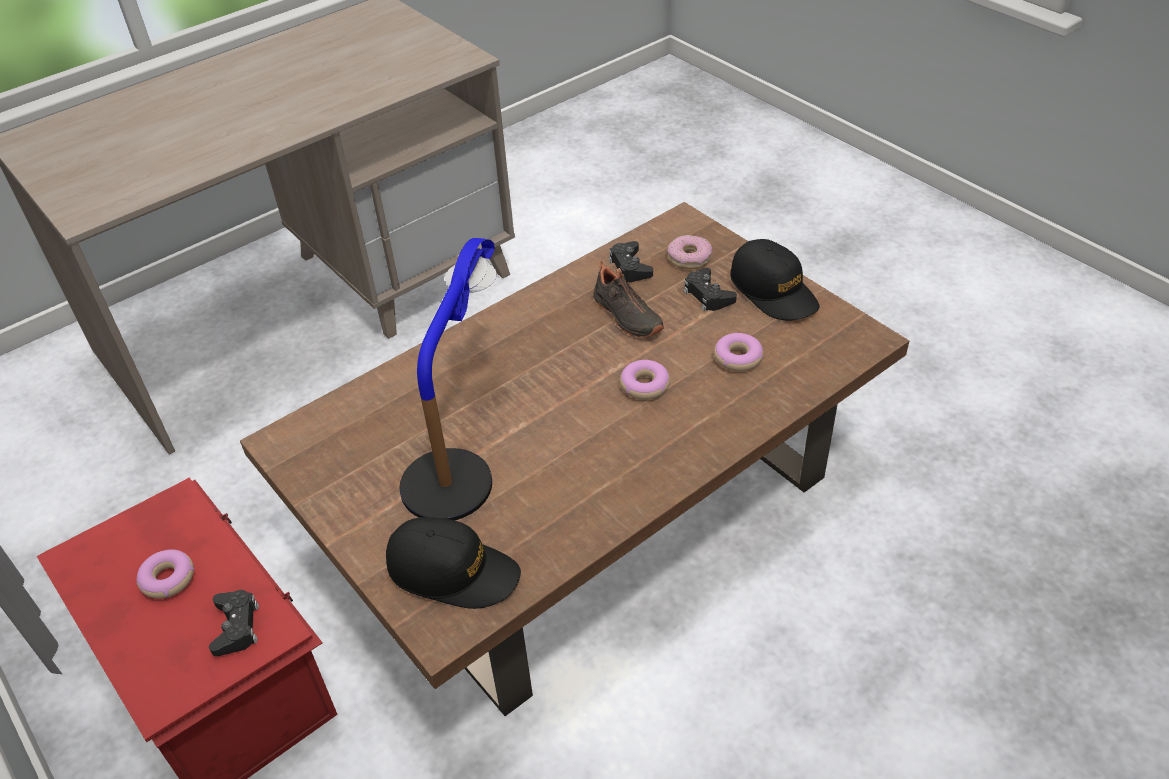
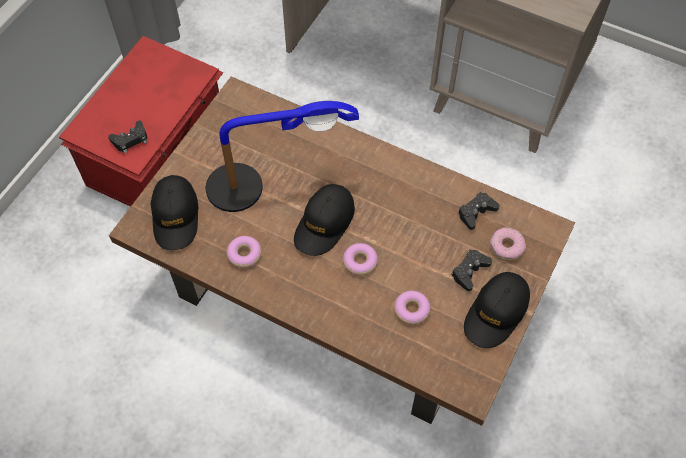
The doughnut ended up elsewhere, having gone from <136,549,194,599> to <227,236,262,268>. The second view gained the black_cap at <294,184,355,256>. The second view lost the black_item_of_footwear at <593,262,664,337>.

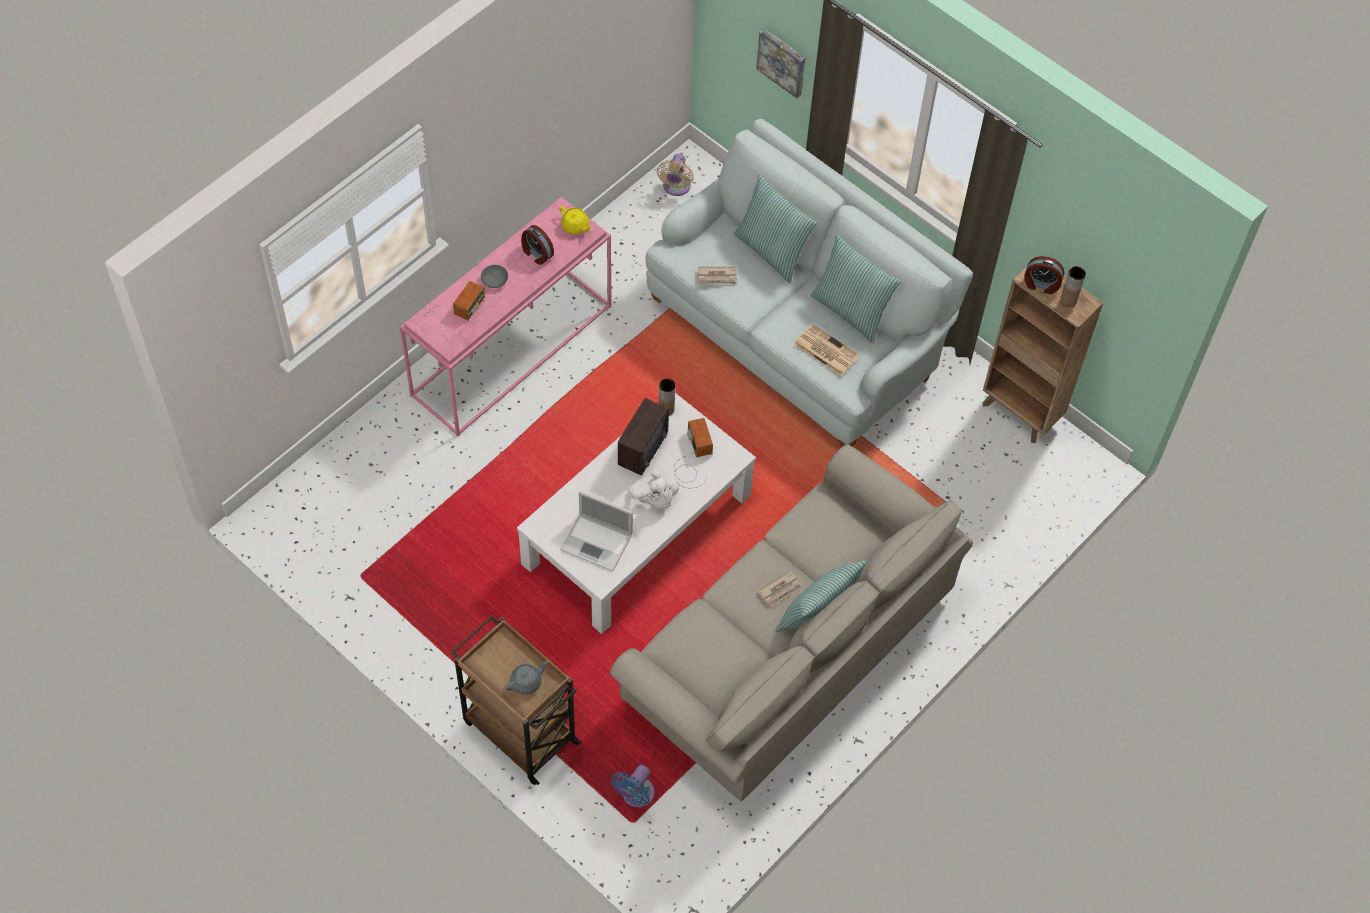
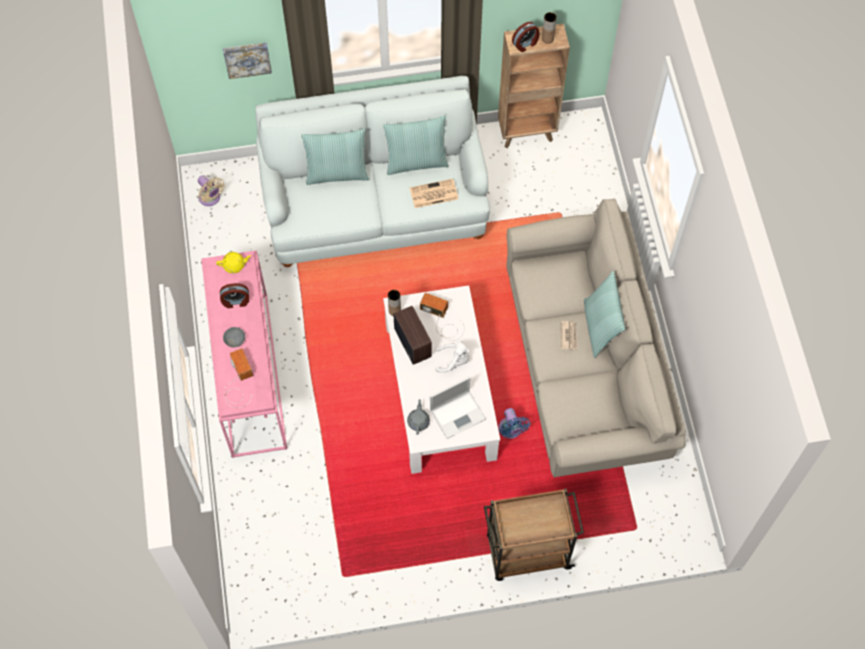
The grey_teapot ended up elsewhere, having gone from <505,661,549,695> to <407,399,430,435>. The blue_electric_fan ended up elsewhere, having gone from <611,765,655,807> to <498,408,530,439>. The second view lost the printed_paper at <698,267,738,285>.

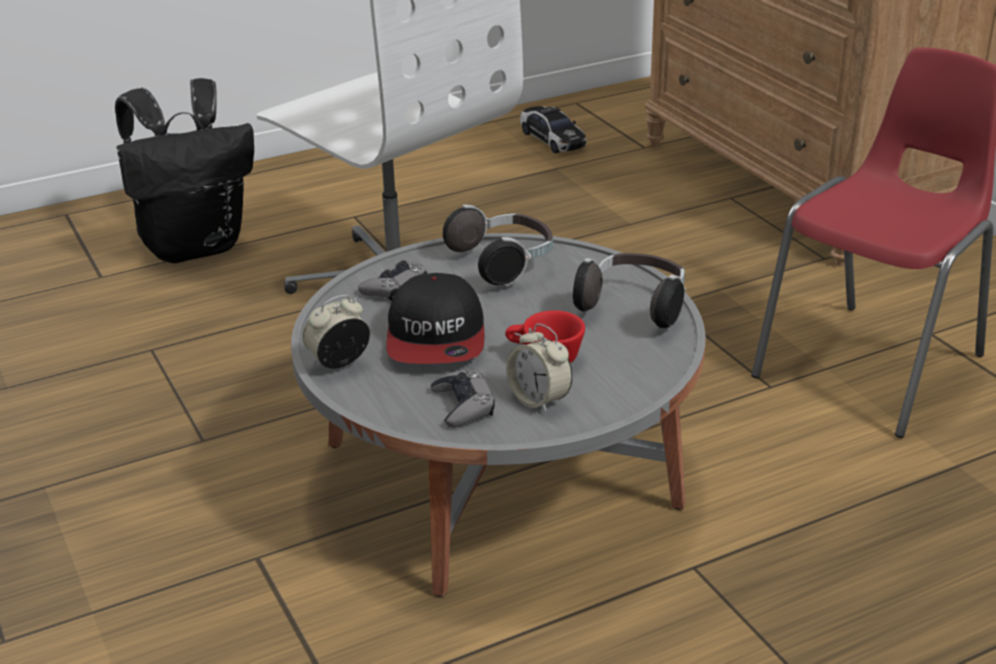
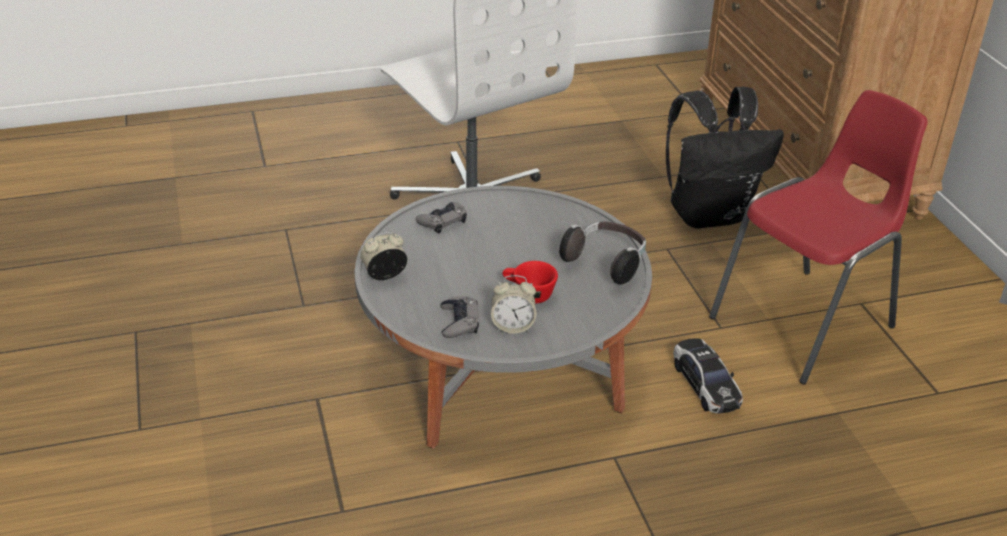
The table_clock at <506,323,573,414> ended up facing another way, 60 degrees counterclockwise from before. The black_knapsack ended up elsewhere, having gone from <115,78,254,263> to <666,87,784,229>. The miniature_car ended up elsewhere, having gone from <520,106,587,153> to <673,338,743,414>. The second view lost the cap at <386,273,484,364>. The second view lost the headset at <443,204,553,287>.

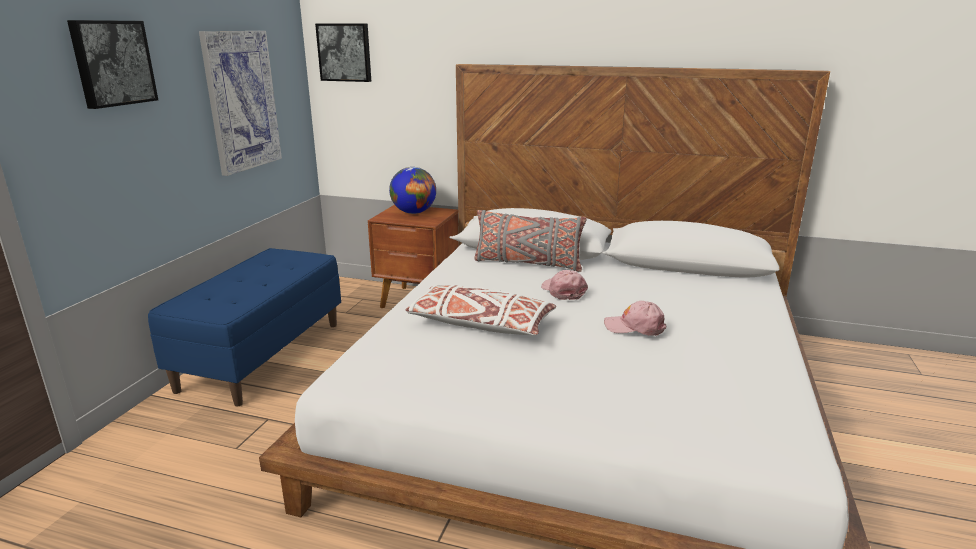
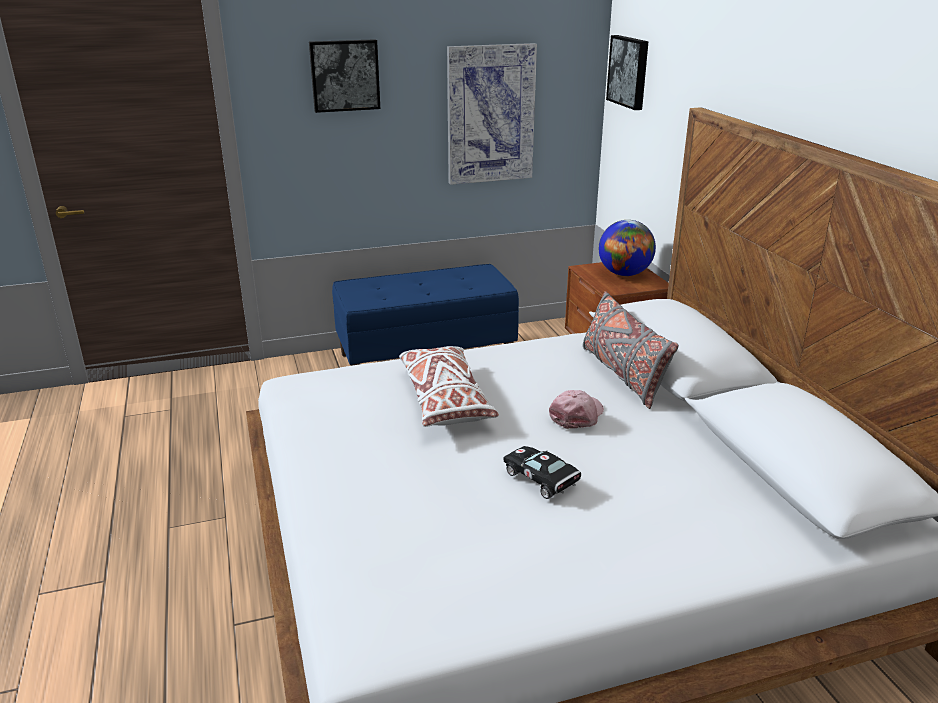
Where the pinkish_cap stood at <604,301,666,336>, the black_miniature_car came to stand at <503,446,581,499>.

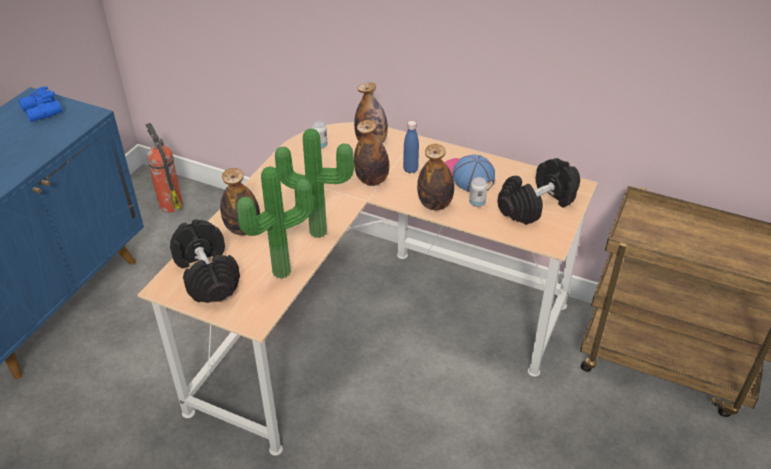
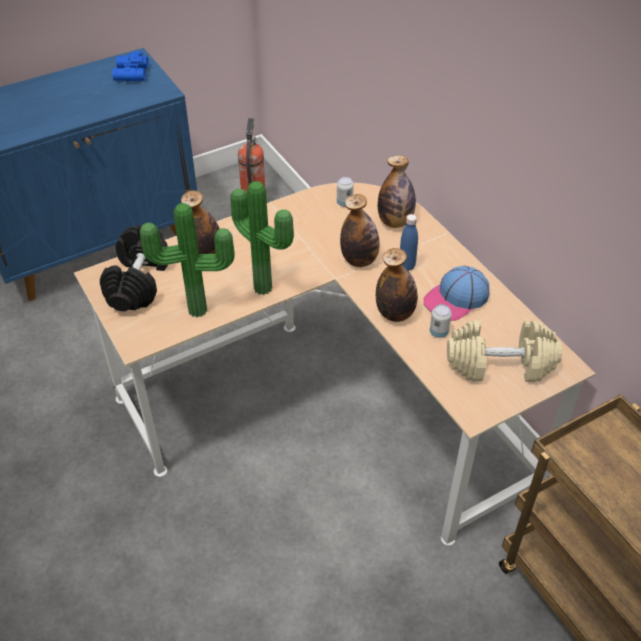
The cap at <445,154,495,192> ended up facing another way, 120 degrees counterclockwise from before. What was the black_free_weight at <498,158,580,225> turned into the beige-coloured_free_weight at <447,321,562,382>.

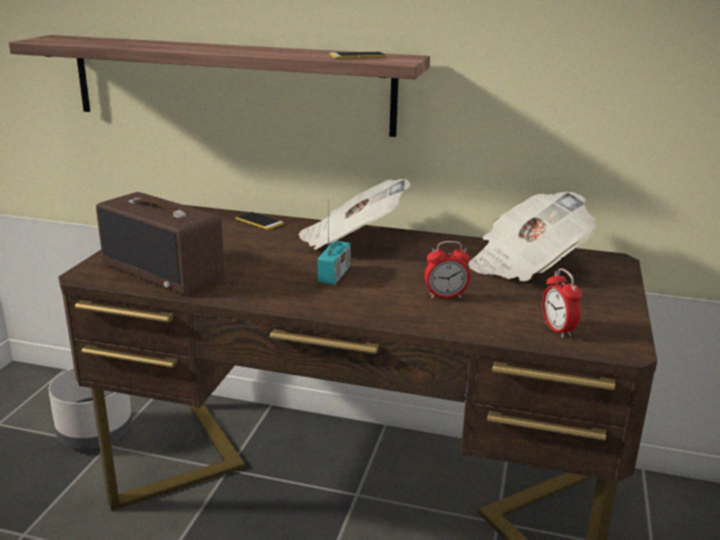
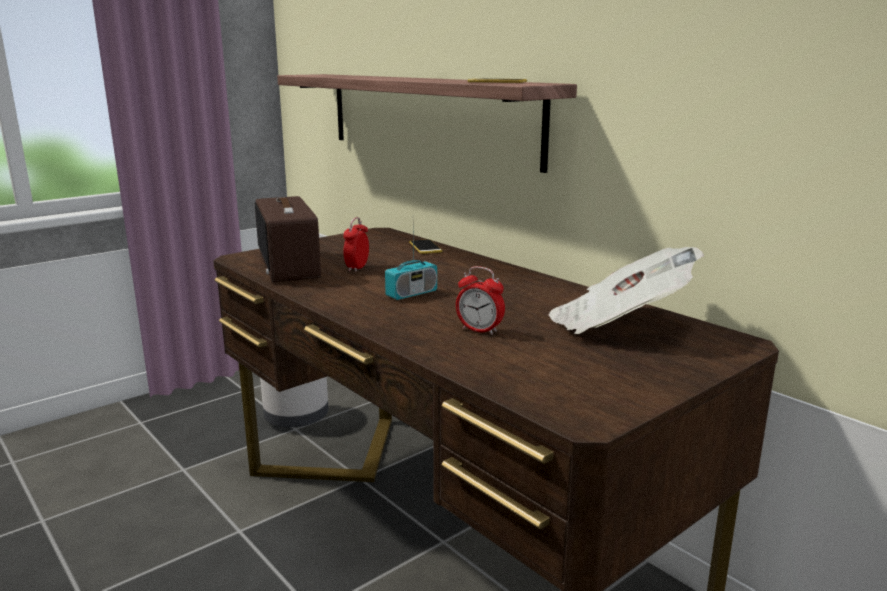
The table_clock ended up elsewhere, having gone from <542,268,582,338> to <343,217,369,272>. The second view lost the printed_paper at <298,179,411,250>.

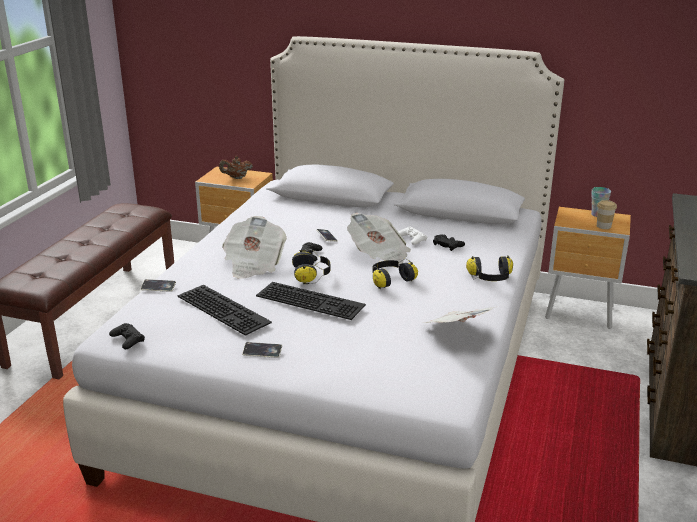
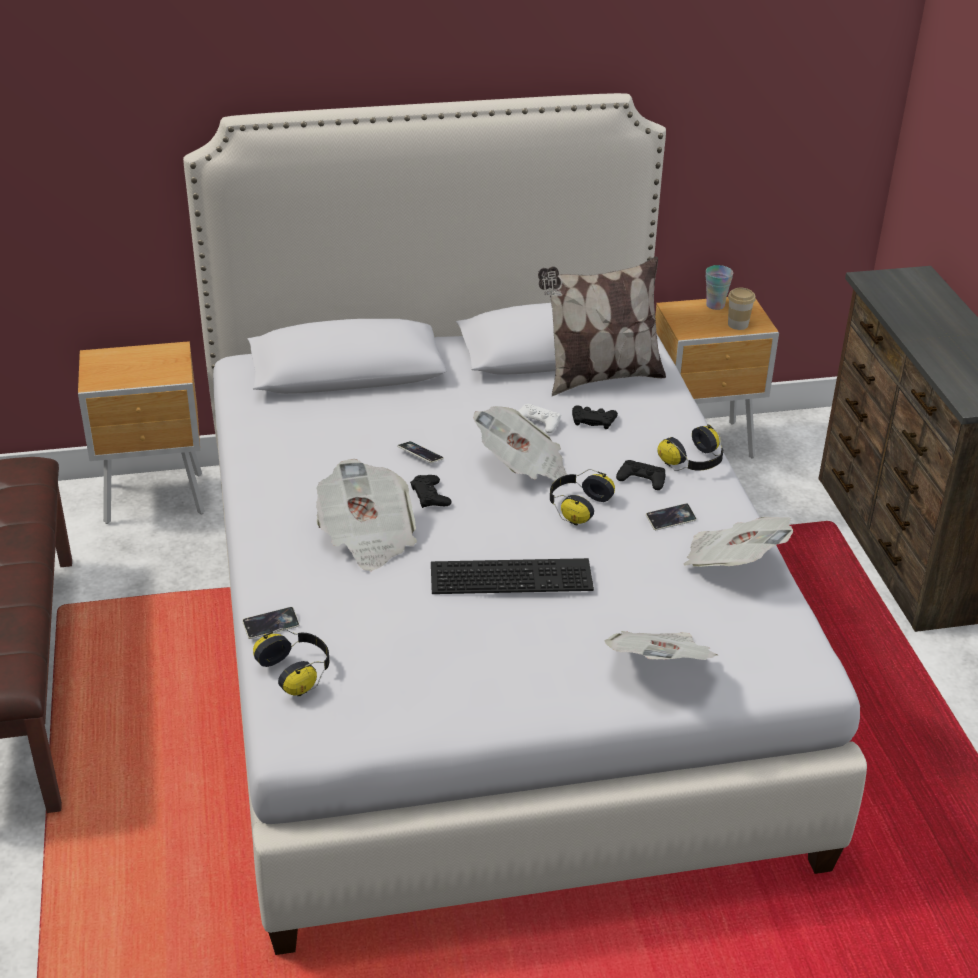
The headset ended up elsewhere, having gone from <292,250,330,284> to <253,628,329,696>. The second view gained the throw_pillow at <538,257,666,396>. The second view gained the printed_paper at <604,631,718,660>. The black_joypad ended up elsewhere, having gone from <109,323,145,349> to <616,460,665,490>. The handset ended up elsewhere, having gone from <242,342,282,358> to <646,503,697,530>. The second view lost the PC_keyboard at <178,285,272,336>. The second view lost the brown-coloured_teapot at <219,156,253,179>.

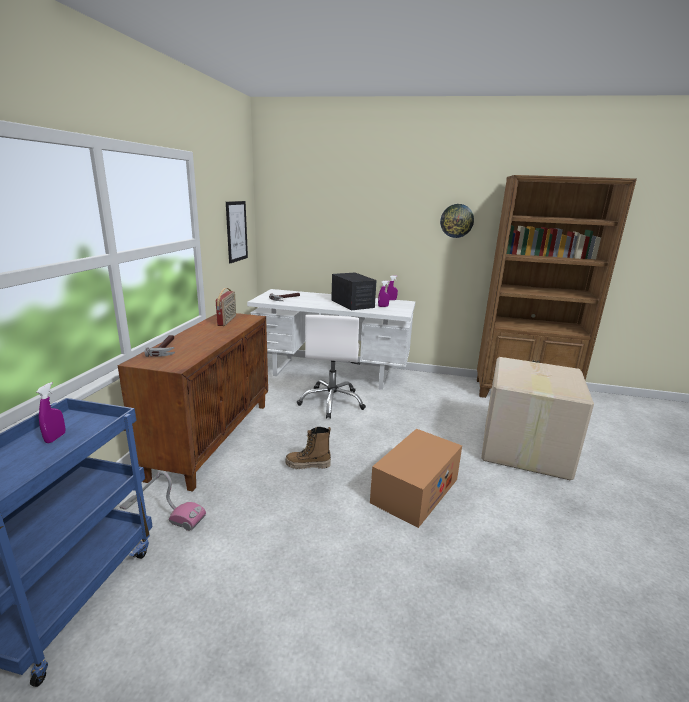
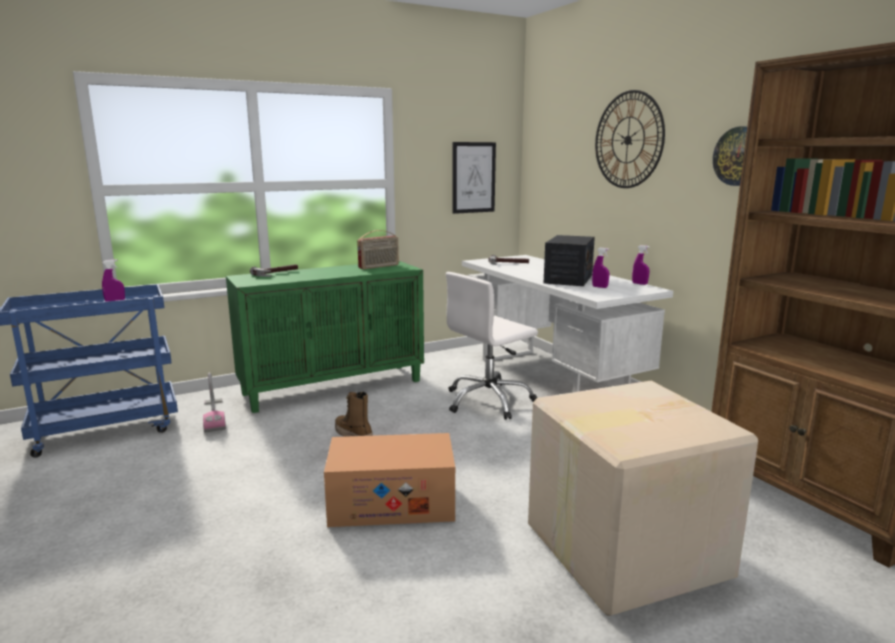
What was the brown-coloured_cabinet at <118,313,268,492> turned into the green-coloured_cabinet at <226,261,424,413>. The second view gained the hanging_clock at <595,90,665,188>.

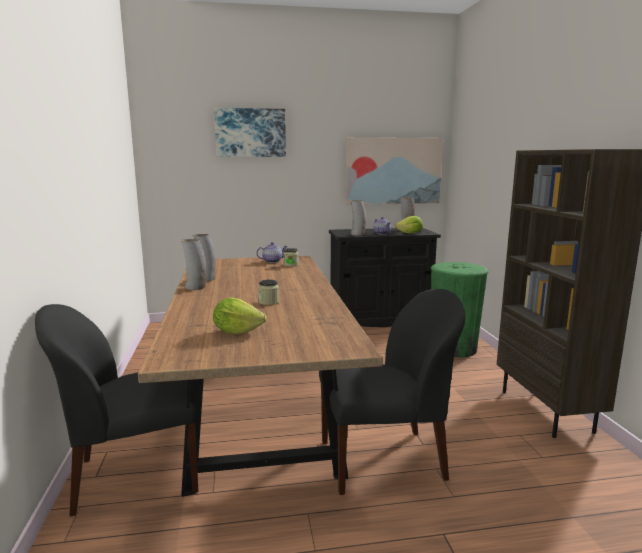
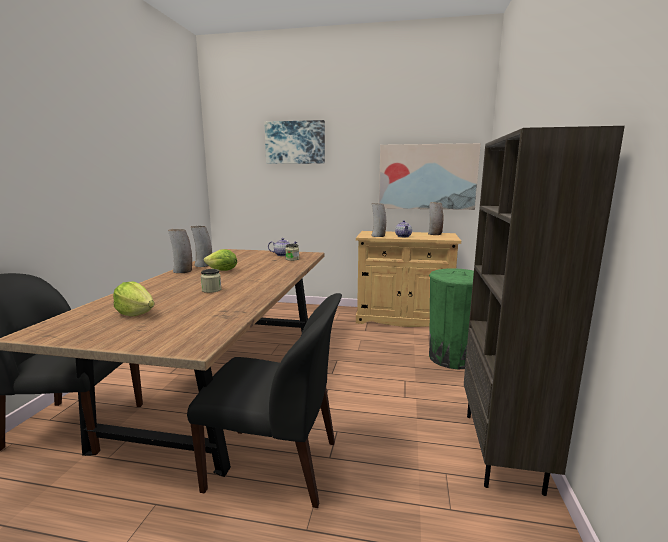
The lettuce ended up elsewhere, having gone from <395,216,423,233> to <204,249,237,271>. What was the black_cabinet at <329,228,441,327> turned into the beige-coloured_cabinet at <356,231,461,327>.

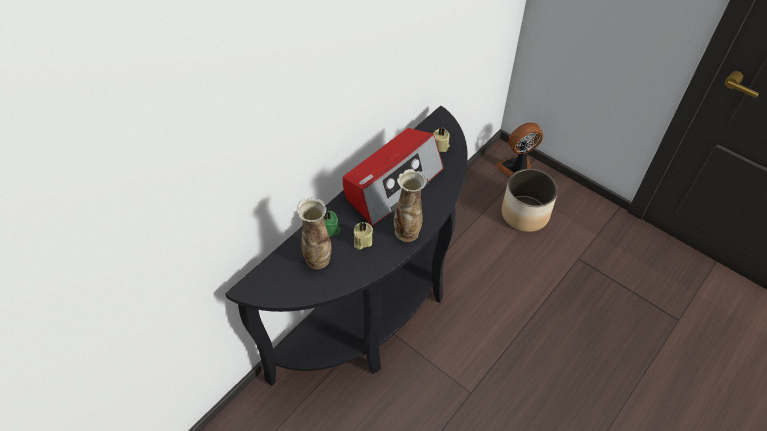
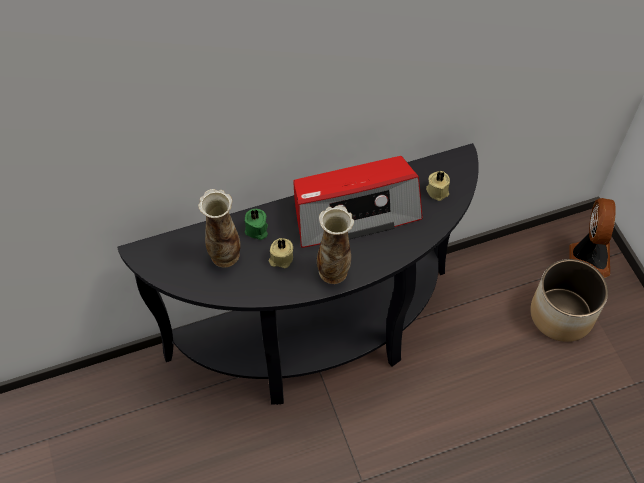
The electric_fan at <496,123,543,177> ended up facing another way, 90 degrees clockwise from before.

